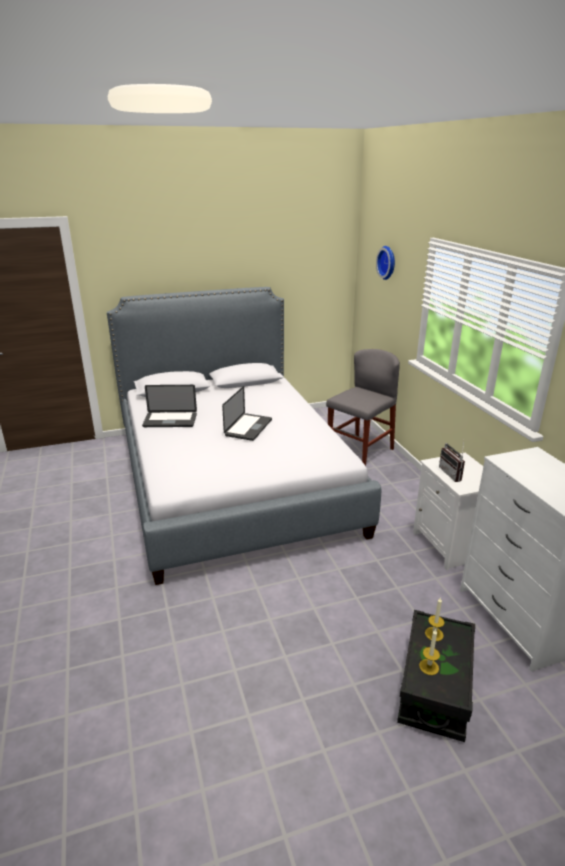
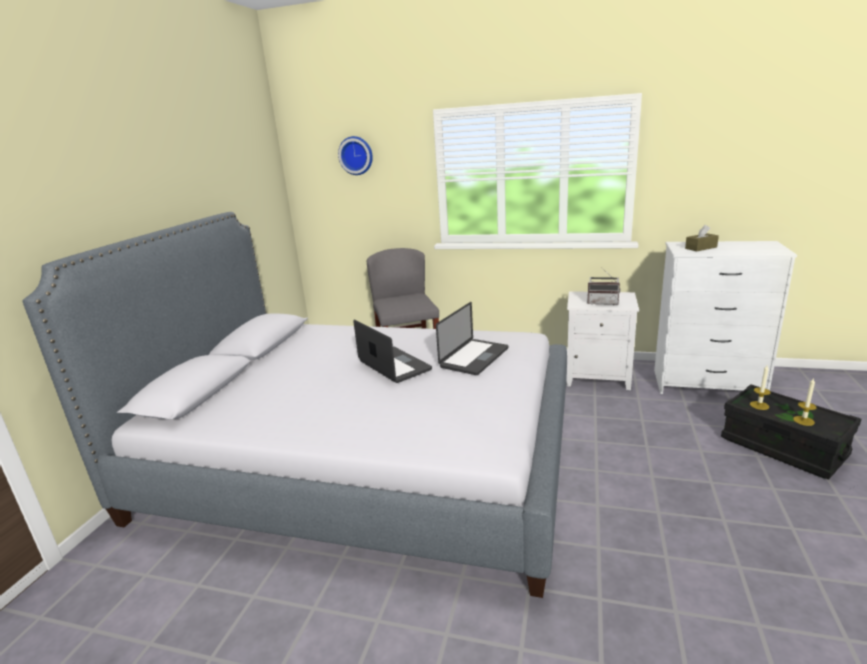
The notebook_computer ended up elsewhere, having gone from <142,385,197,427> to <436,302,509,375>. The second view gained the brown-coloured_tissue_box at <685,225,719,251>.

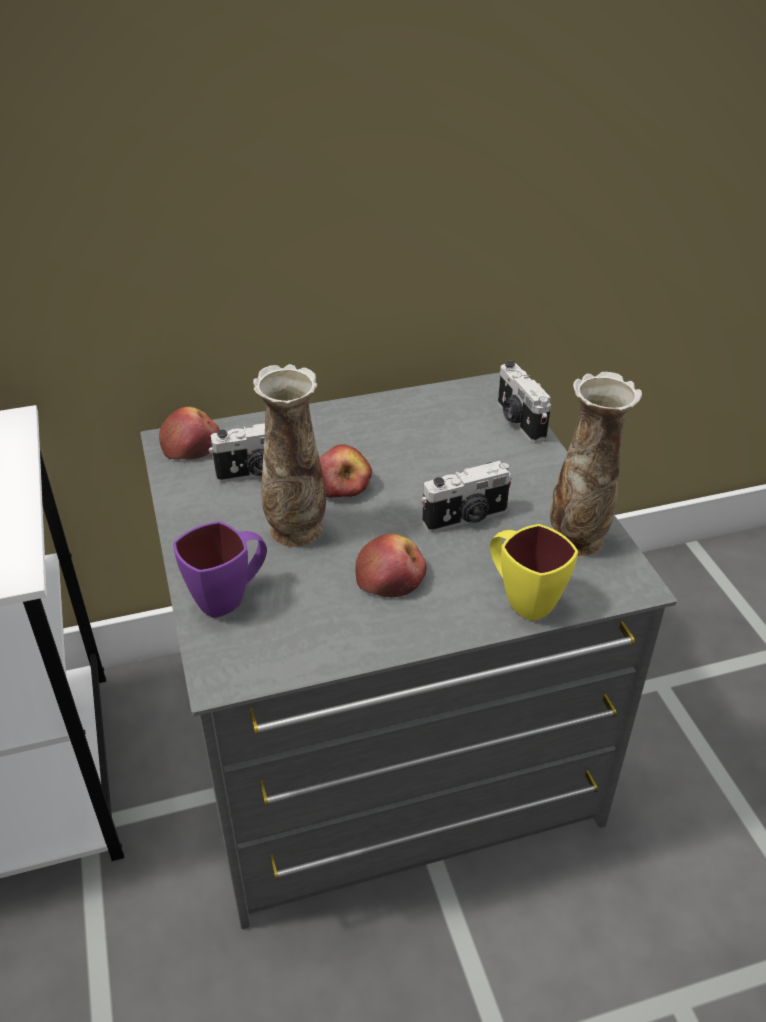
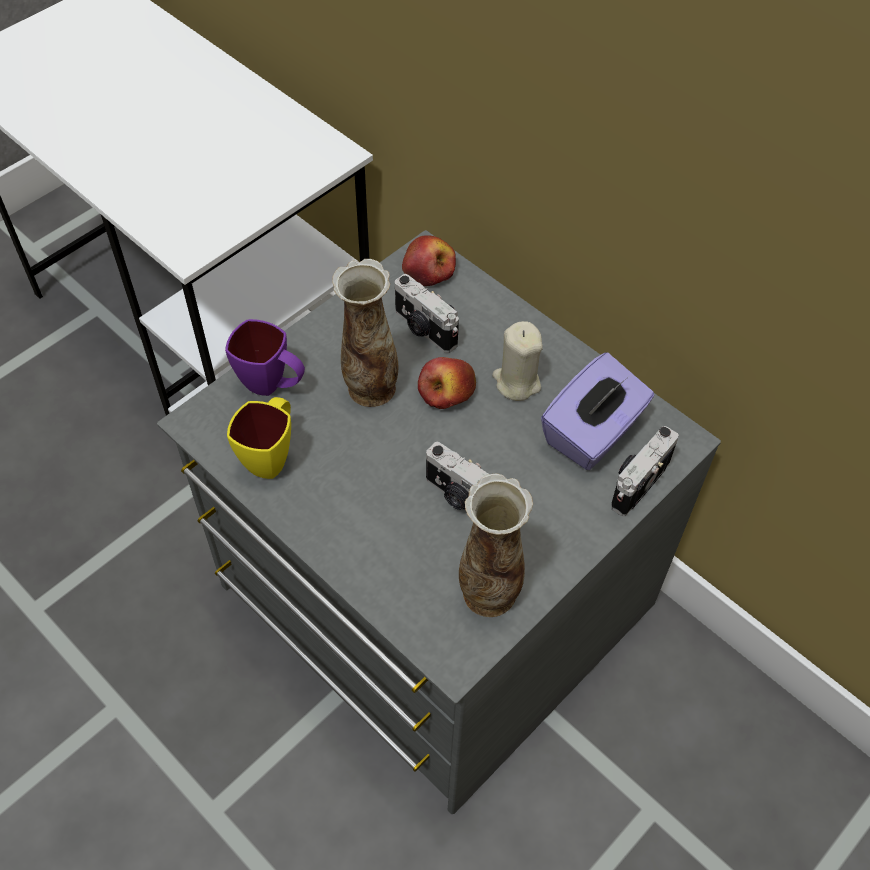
The yellow-coloured_coffee_mug ended up elsewhere, having gone from <490,524,578,621> to <227,397,291,479>. The second view gained the beige-coloured_wax_light at <492,321,543,401>. The second view gained the purplish_tissue_box at <541,353,654,470>. The second view lost the apple at <355,534,427,597>.

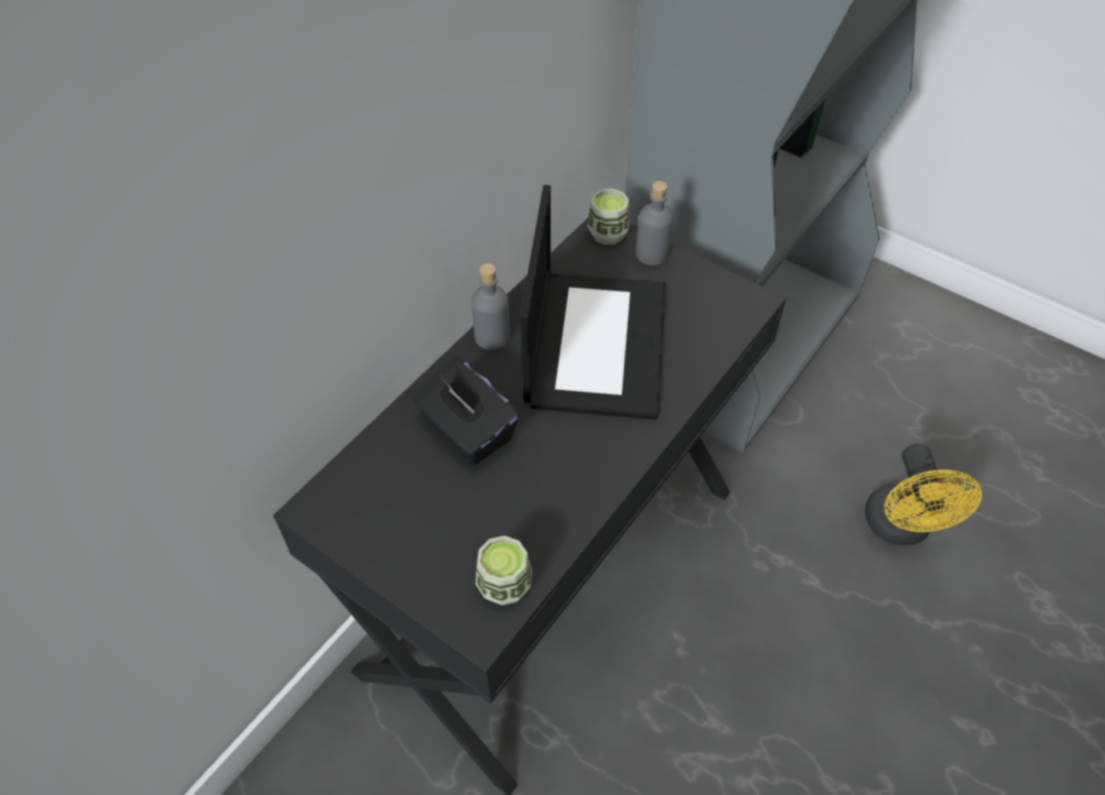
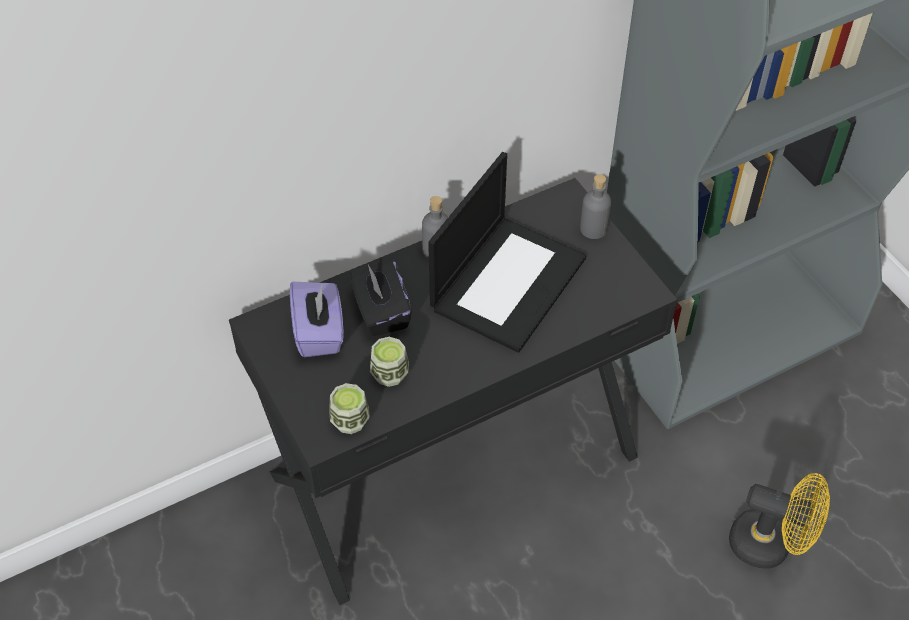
The second view gained the purplish_tissue_box at <290,282,344,357>. The cup ended up elsewhere, having gone from <587,189,630,245> to <370,337,409,387>. The yellow-coloured_electric_fan at <865,444,982,546> ended up facing another way, 90 degrees counterclockwise from before.

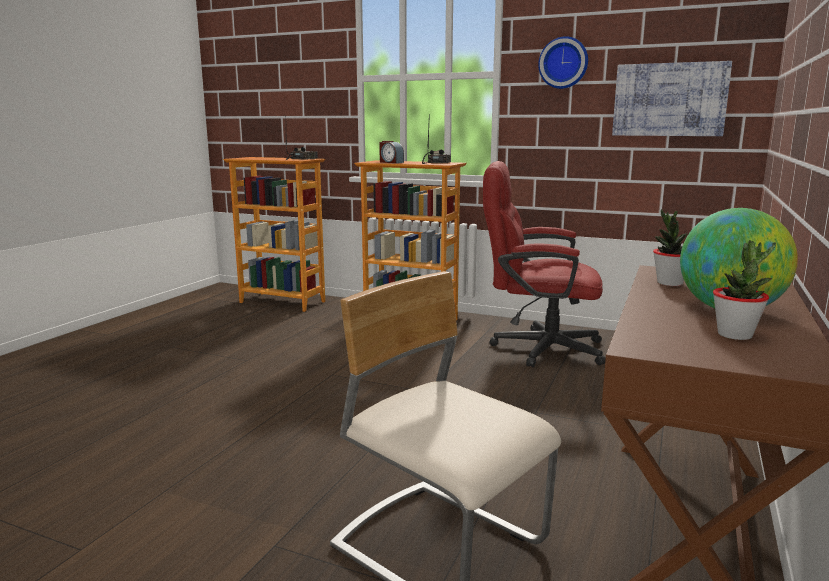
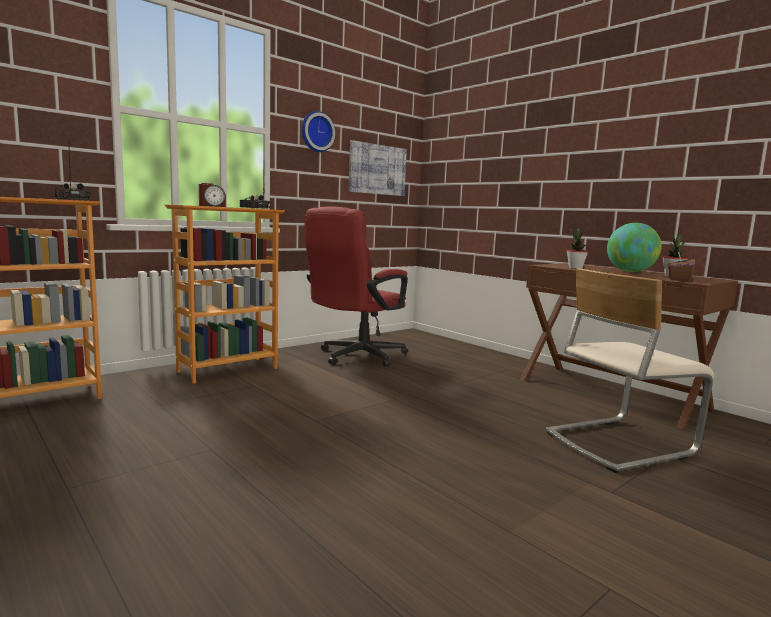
The second view gained the brown-coloured_tissue_box at <668,253,695,281>.

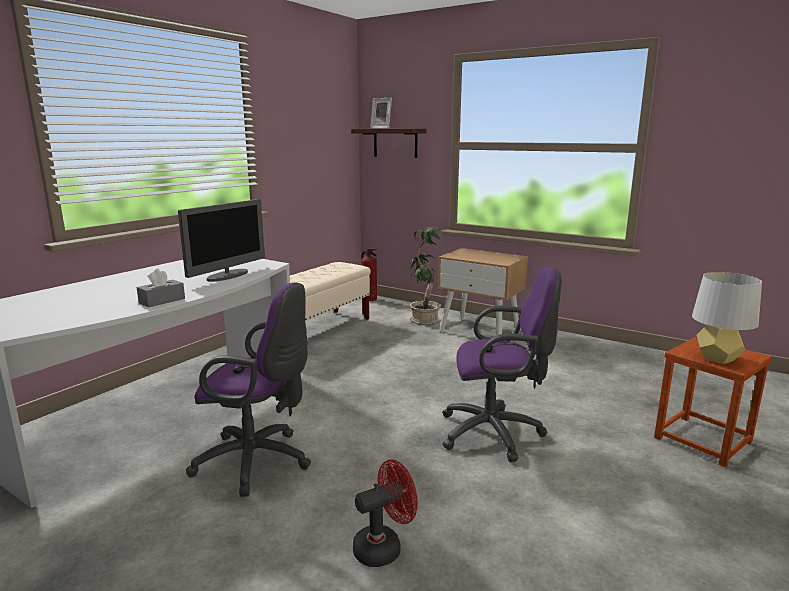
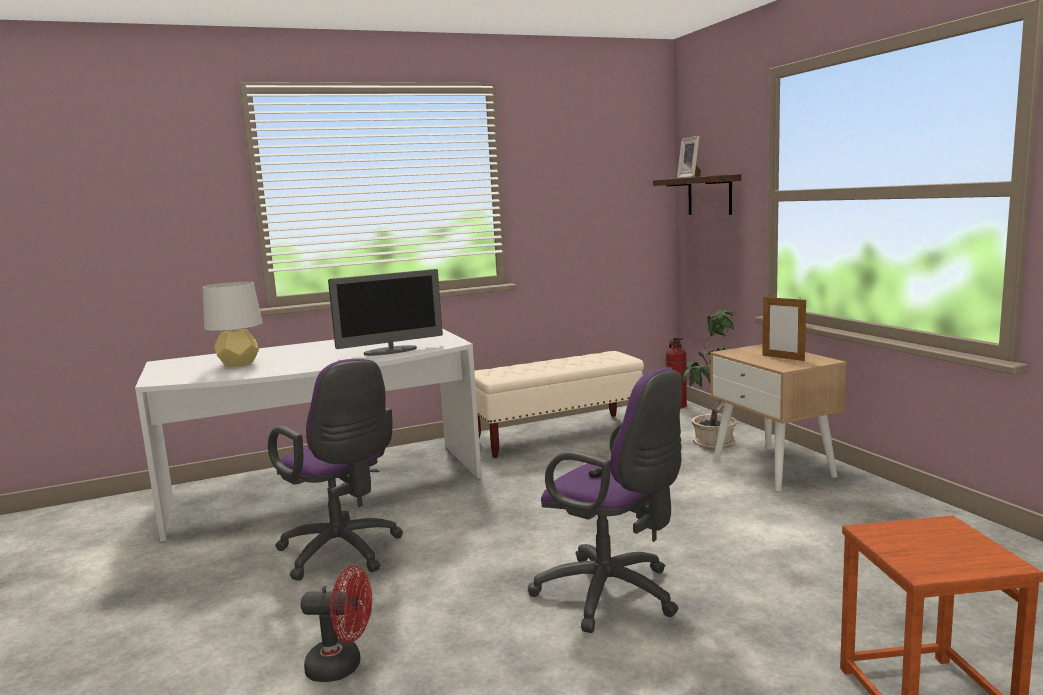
The grey_tabletop_lamp ended up elsewhere, having gone from <692,272,762,364> to <203,282,263,367>. The second view gained the standing_frame at <763,296,806,361>. The second view lost the grey_tissue_box at <137,269,185,307>.

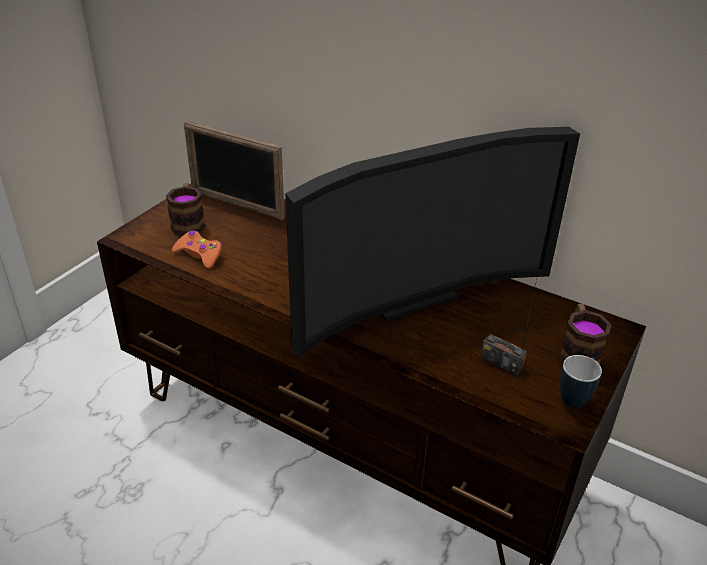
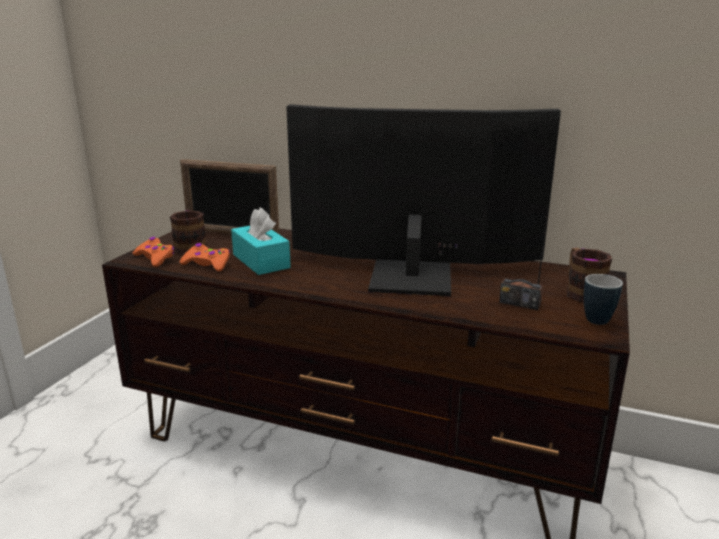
The second view gained the orange-coloured_joypad at <133,237,174,267>. The second view gained the turquoise_tissue_box at <231,207,291,275>. The TV at <285,127,580,358> ended up facing another way, 135 degrees counterclockwise from before.

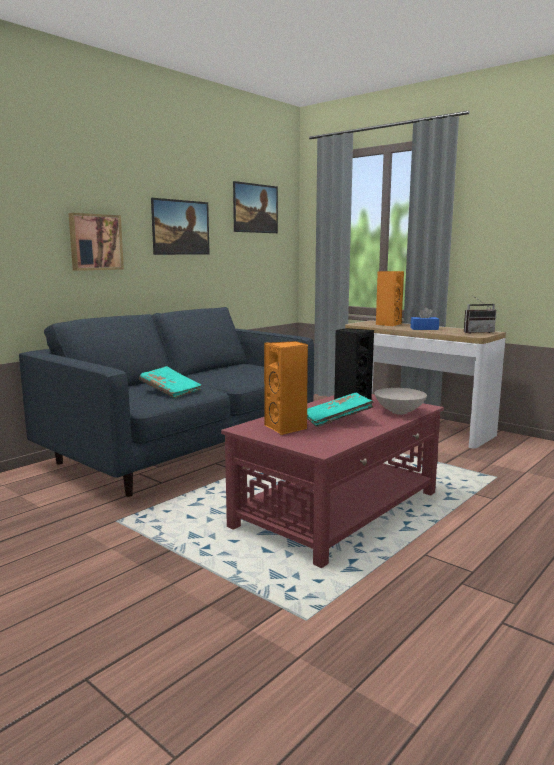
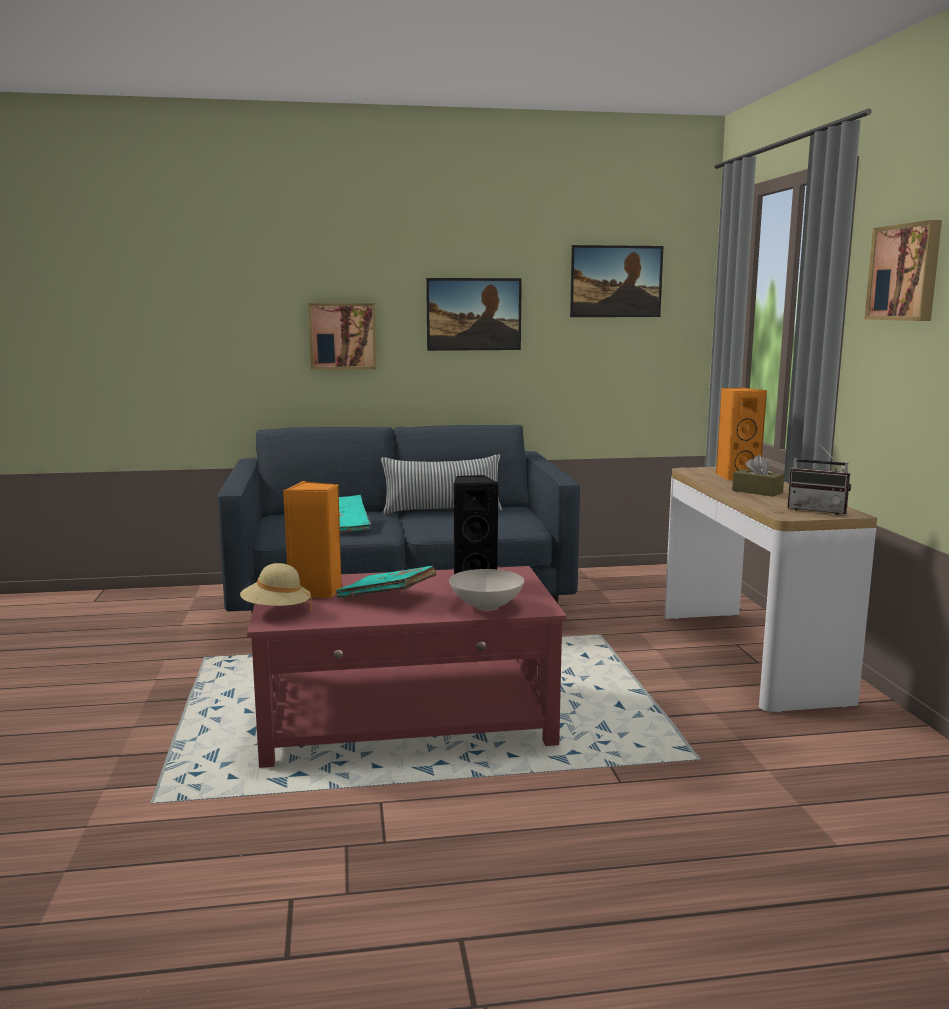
The second view gained the beige-coloured_wearable_hat at <240,563,312,611>. The second view gained the throw_pillow at <381,454,502,514>. What was the blue_tissue_box at <410,307,439,330> turned into the brown-coloured_tissue_box at <732,455,784,497>. The second view gained the picture at <865,220,942,321>.

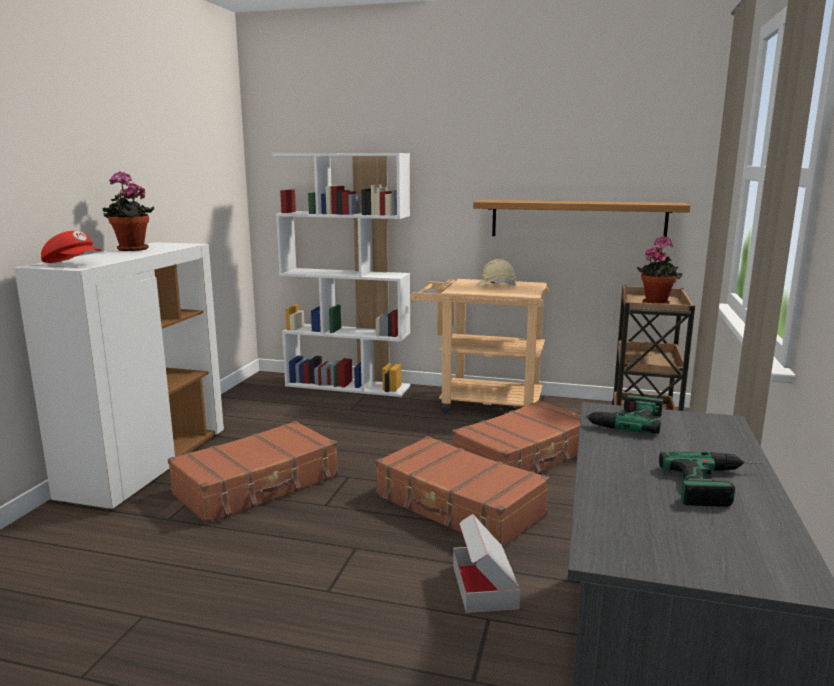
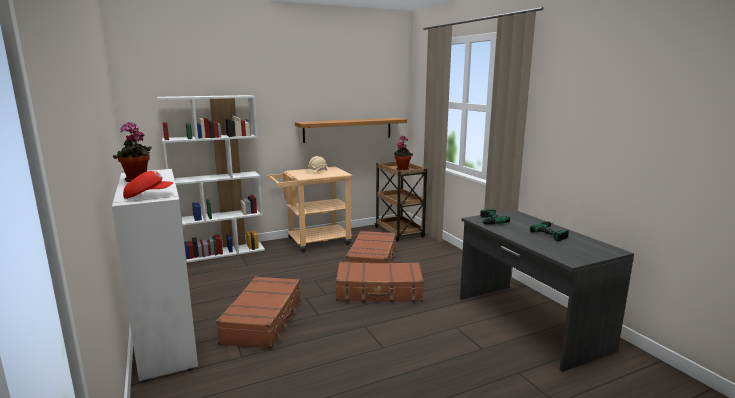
The second view lost the carton at <453,514,520,613>.

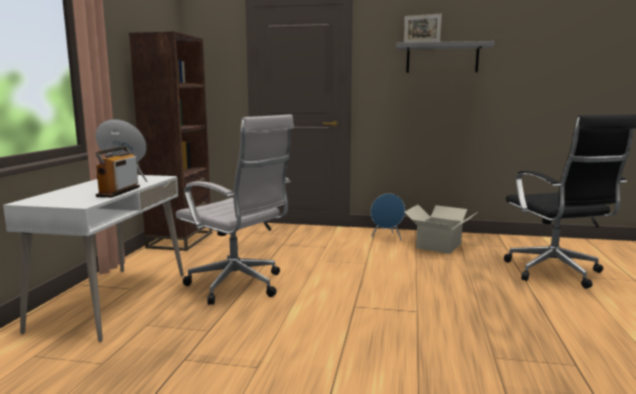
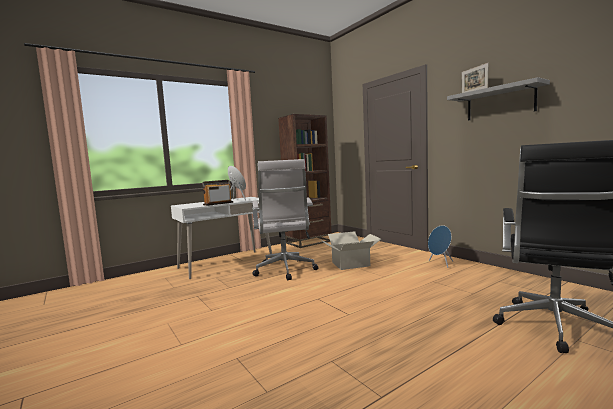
The carton ended up elsewhere, having gone from <404,205,478,254> to <320,231,381,270>.

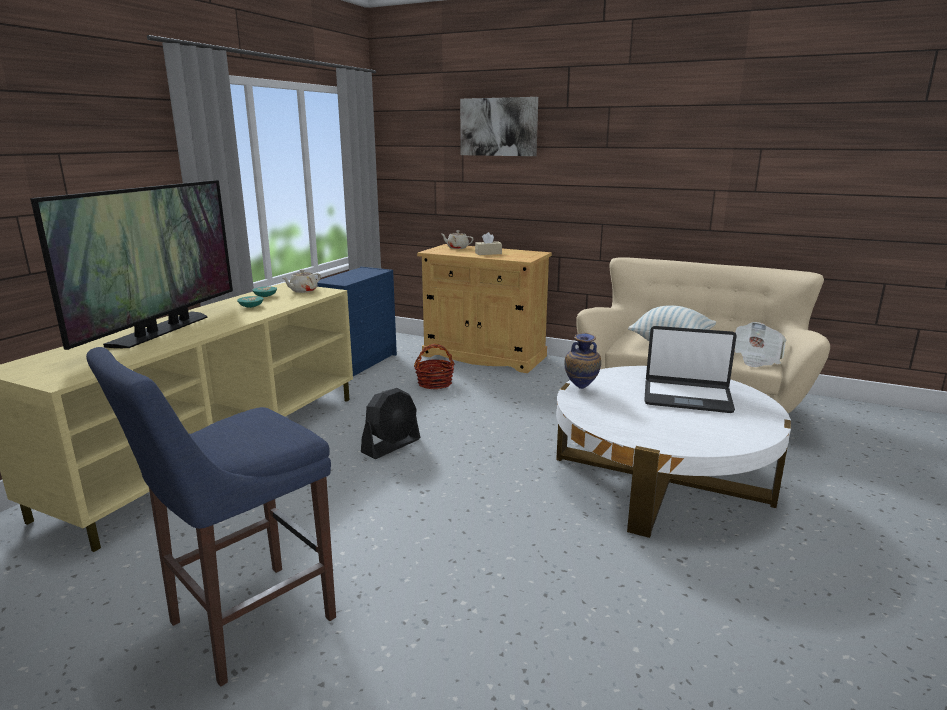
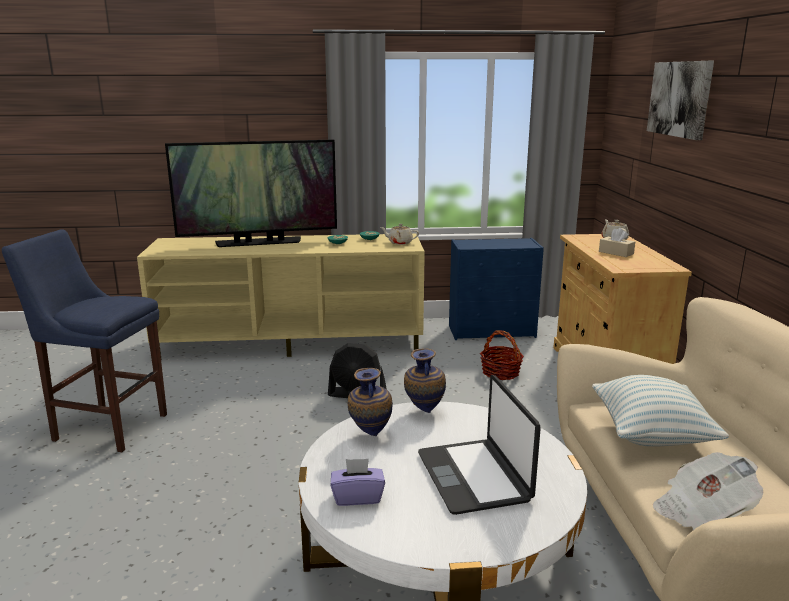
The second view gained the purplish_tissue_box at <331,458,385,506>. The second view gained the flower_vase at <348,368,393,436>.

